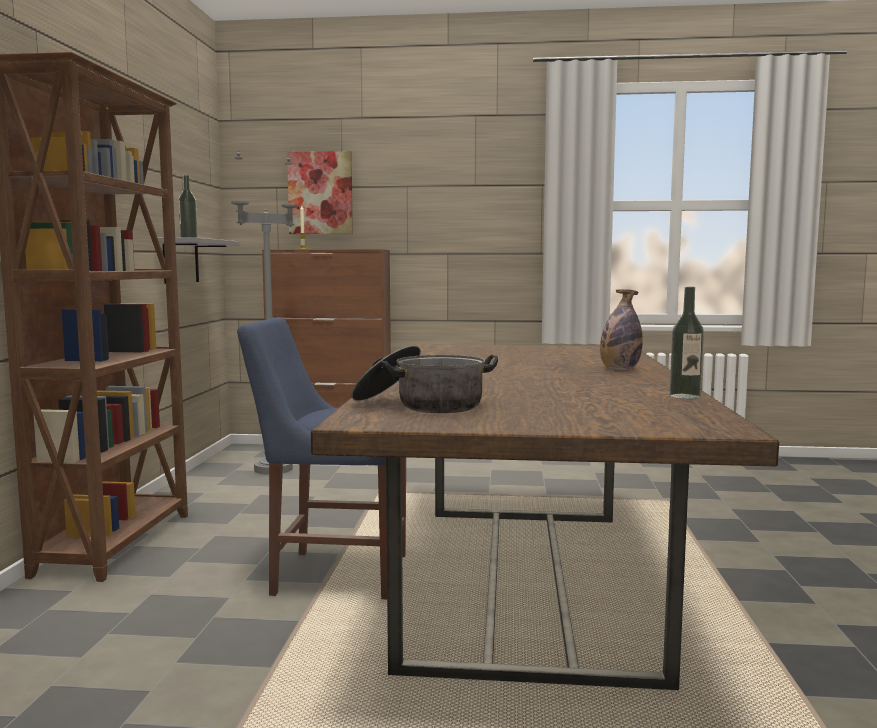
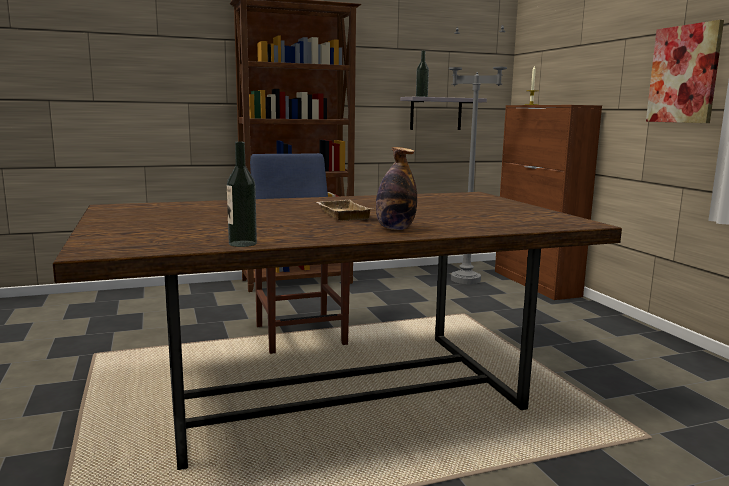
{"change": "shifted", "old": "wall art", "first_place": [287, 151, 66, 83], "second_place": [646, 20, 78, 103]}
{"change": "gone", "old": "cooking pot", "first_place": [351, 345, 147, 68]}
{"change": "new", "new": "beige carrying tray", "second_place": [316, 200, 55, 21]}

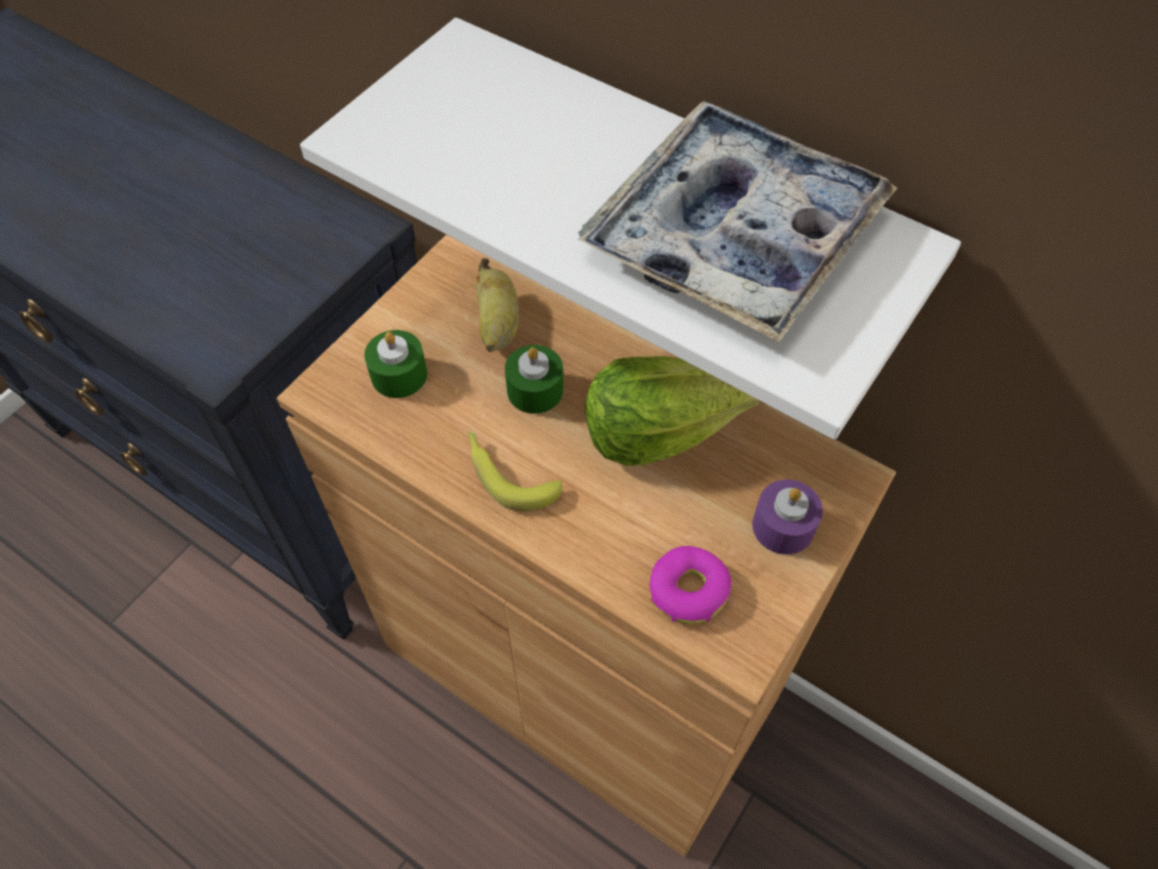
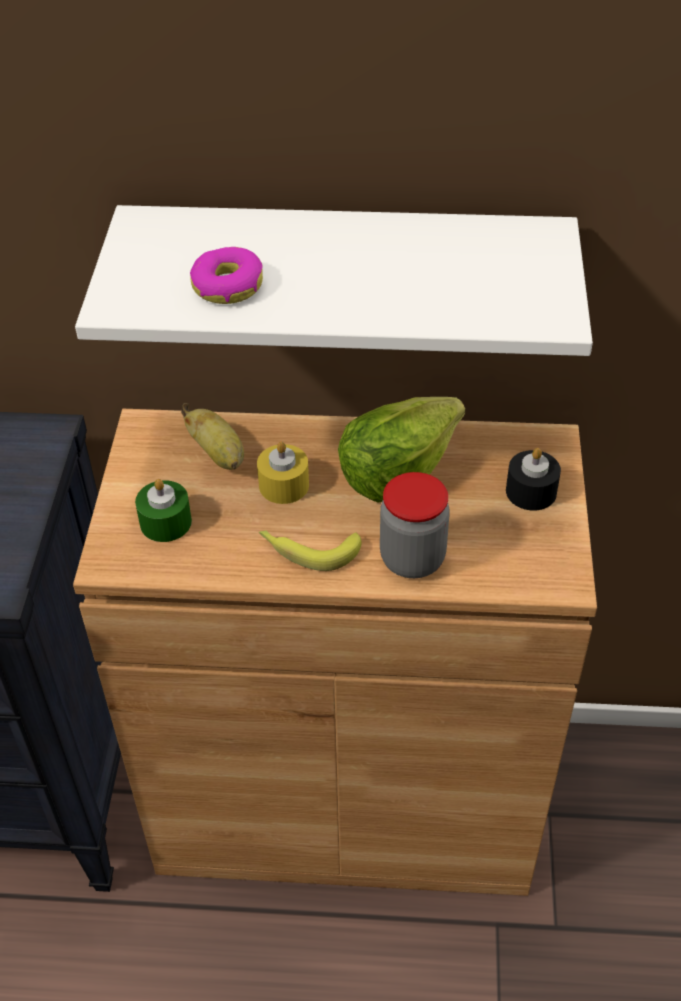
{"change": "repainted", "old": "green wax candle", "new": "yellow wax candle", "first_place": [505, 345, 59, 69], "second_place": [257, 441, 52, 63]}
{"change": "gone", "old": "carrying tray", "first_place": [578, 101, 320, 241]}
{"change": "shifted", "old": "ring doughnut", "first_place": [650, 546, 82, 78], "second_place": [190, 247, 73, 57]}
{"change": "repainted", "old": "purplish wax candle", "new": "black wax candle", "first_place": [752, 479, 71, 75], "second_place": [506, 448, 55, 63]}
{"change": "new", "new": "storage jar", "second_place": [380, 472, 70, 106]}

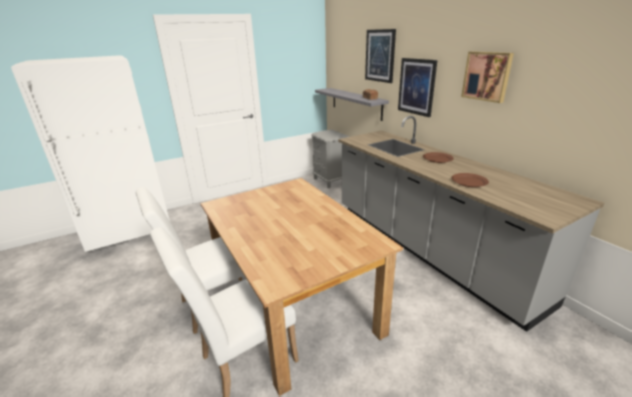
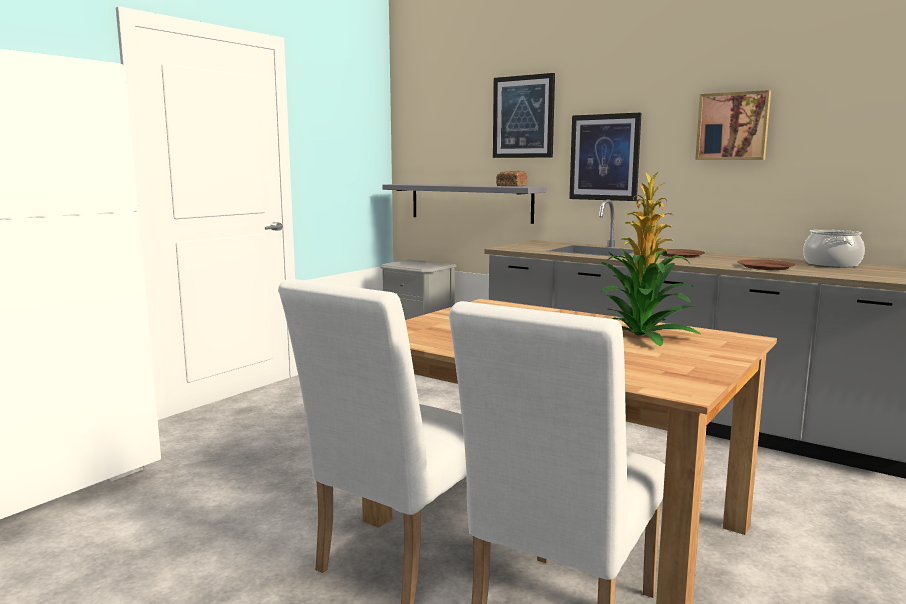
{"change": "new", "new": "houseplant", "second_place": [601, 171, 101, 176]}
{"change": "new", "new": "cooking pot", "second_place": [803, 230, 62, 37]}

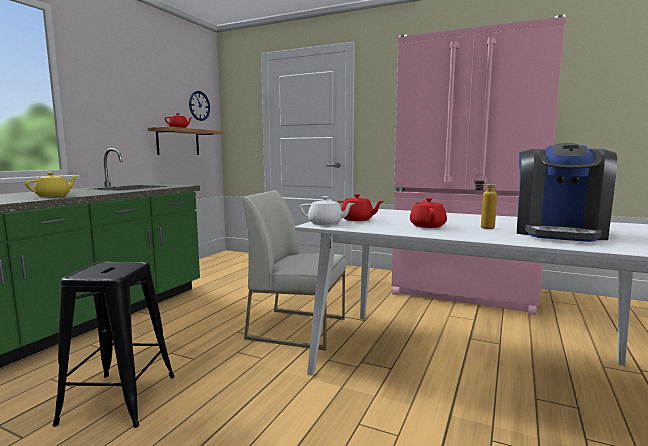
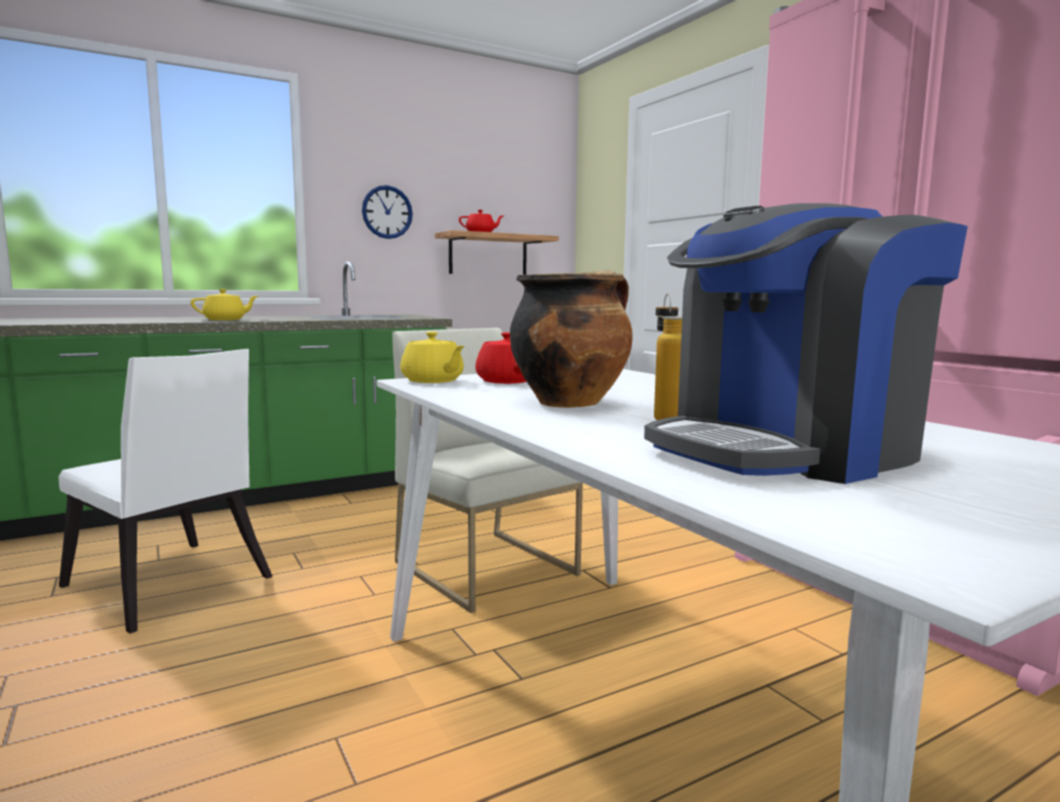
{"change": "swapped", "old": "black sitting stool", "new": "white upright chair", "first_place": [53, 261, 122, 167], "second_place": [59, 349, 214, 285]}
{"change": "shifted", "old": "hanging clock", "first_place": [189, 91, 21, 30], "second_place": [362, 185, 51, 54]}
{"change": "repainted", "old": "white tea pot", "new": "yellow tea pot", "first_place": [300, 196, 54, 29], "second_place": [400, 332, 65, 51]}
{"change": "swapped", "old": "red-coloured tea pot", "new": "cooking pot", "first_place": [410, 198, 37, 30], "second_place": [510, 270, 123, 138]}

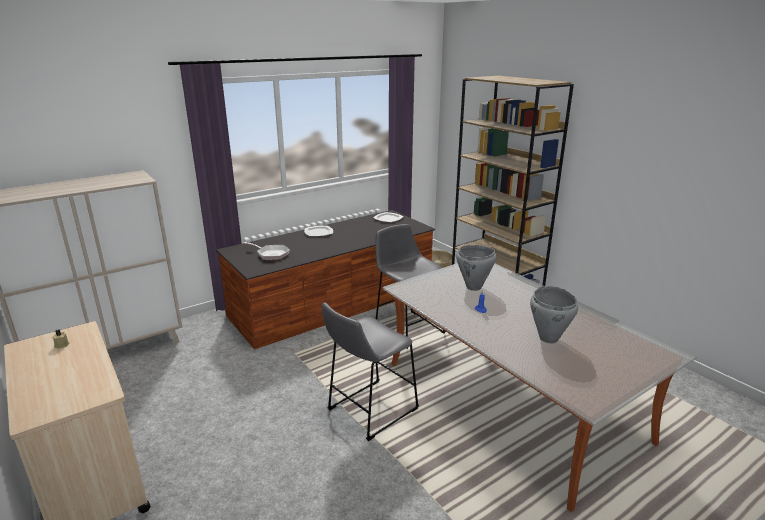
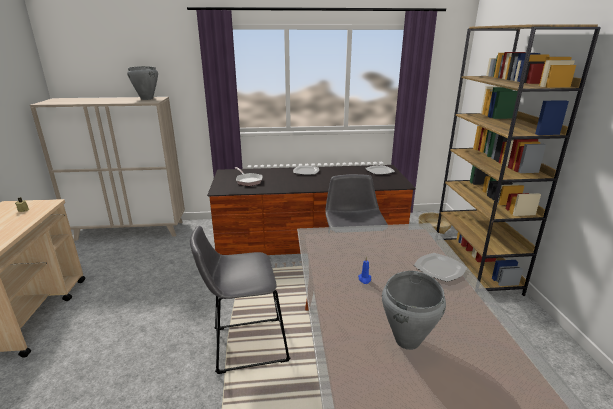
{"change": "shifted", "old": "greyish cooking pot", "first_place": [456, 245, 40, 46], "second_place": [127, 66, 31, 34]}
{"change": "new", "new": "dinner plate", "second_place": [414, 253, 53, 29]}

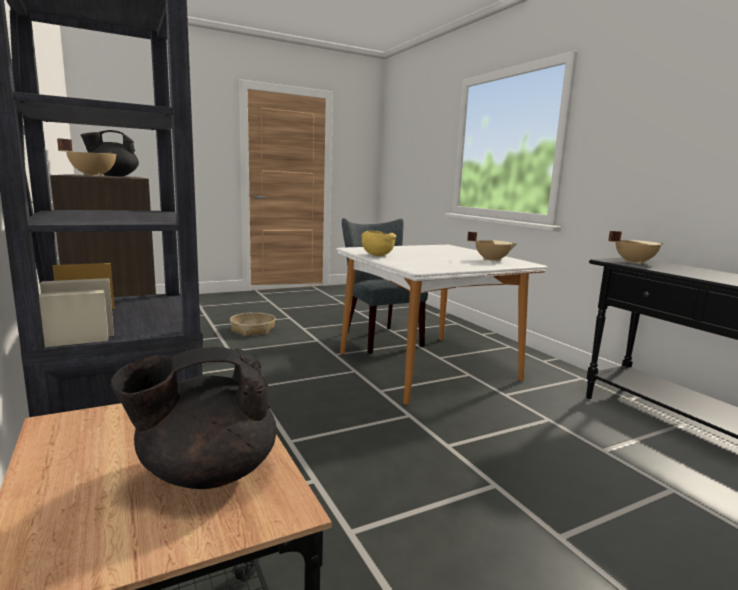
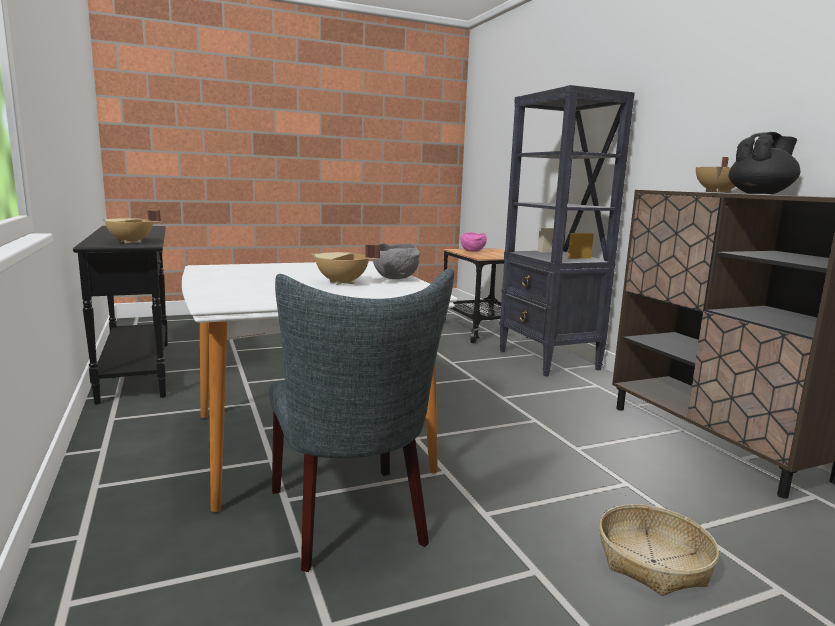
{"change": "swapped", "old": "black tea pot", "new": "pinkish deep dish", "first_place": [111, 347, 165, 142], "second_place": [461, 232, 26, 20]}
{"change": "repainted", "old": "yellow deep dish", "new": "greyish deep dish", "first_place": [361, 231, 35, 25], "second_place": [373, 243, 47, 36]}
{"change": "shifted", "old": "beige cooking pot", "first_place": [467, 232, 50, 30], "second_place": [311, 244, 69, 41]}

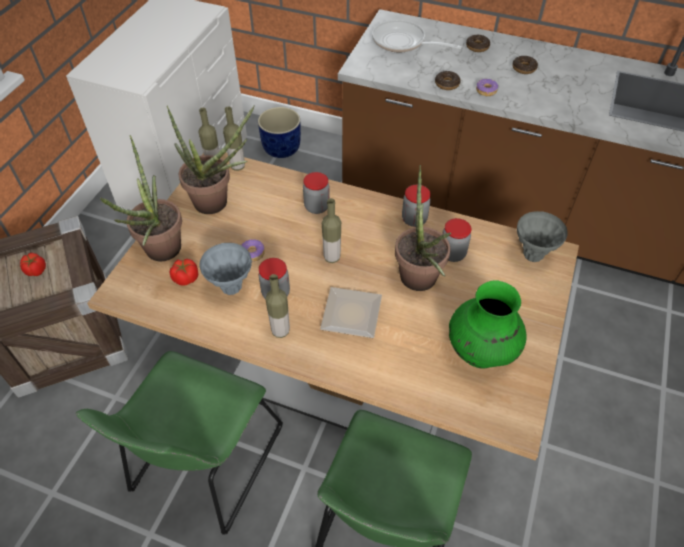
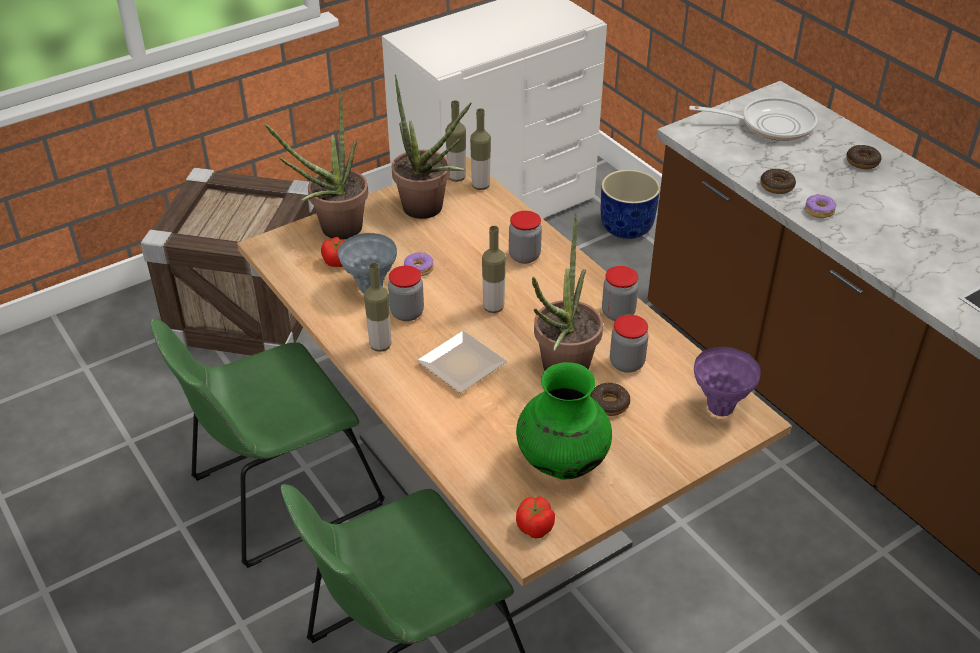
{"change": "shifted", "old": "fresh tomato", "first_place": [20, 253, 26, 23], "second_place": [516, 496, 39, 42]}
{"change": "rotated", "old": "pan", "first_place": [372, 20, 90, 33], "second_place": [689, 97, 128, 44], "degrees": 120}
{"change": "shifted", "old": "ring doughnut", "first_place": [512, 56, 26, 18], "second_place": [590, 383, 40, 33]}
{"change": "repainted", "old": "greyish decorative vase", "new": "purplish decorative vase", "first_place": [517, 211, 51, 51], "second_place": [694, 347, 67, 69]}

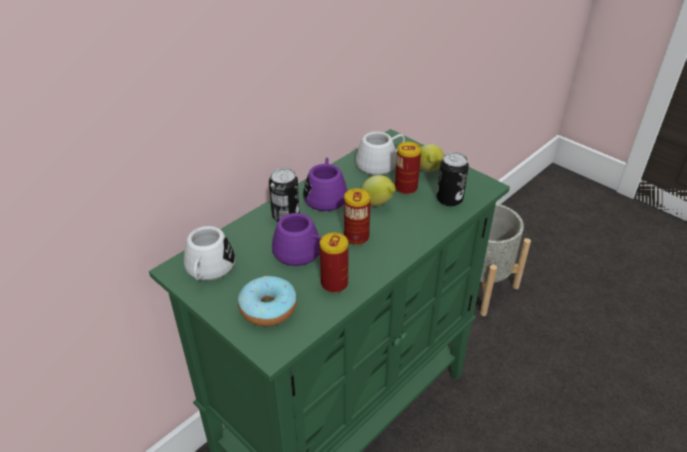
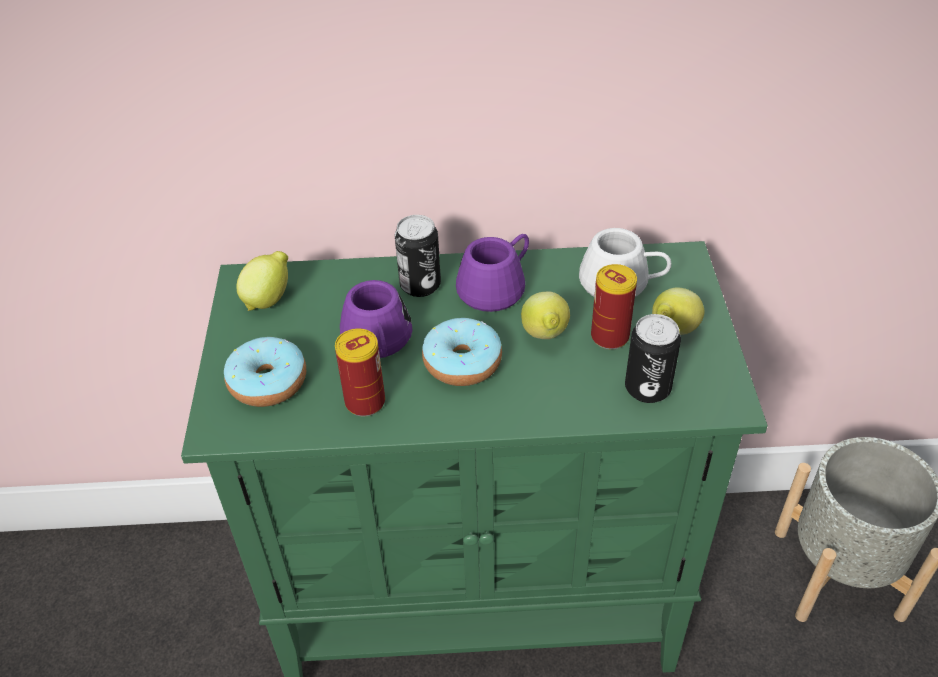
{"change": "swapped", "old": "white tea mug", "new": "lemon", "first_place": [184, 226, 51, 54], "second_place": [236, 251, 52, 60]}
{"change": "swapped", "old": "sealed can", "new": "ring doughnut", "first_place": [344, 188, 27, 57], "second_place": [422, 318, 80, 68]}

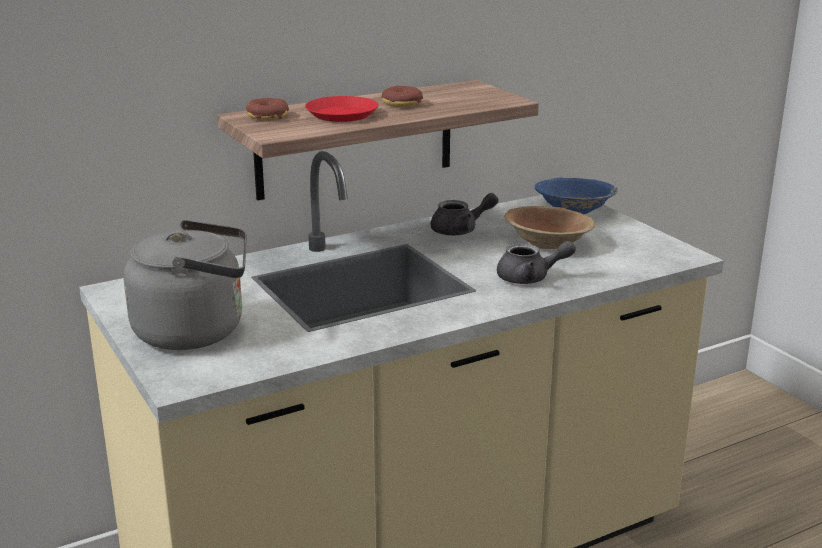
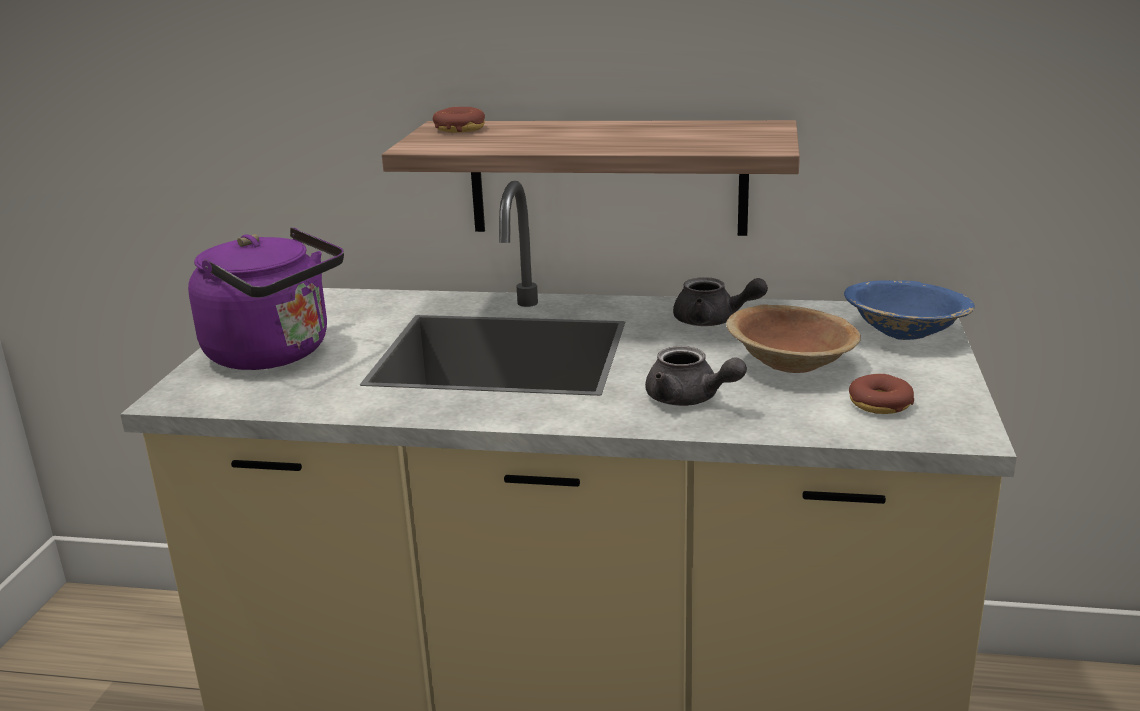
{"change": "repainted", "old": "greyish tea kettle", "new": "purplish tea kettle", "first_place": [124, 220, 123, 130], "second_place": [188, 227, 156, 143]}
{"change": "gone", "old": "red-coloured dinner plate", "first_place": [305, 96, 73, 26]}
{"change": "shifted", "old": "ring doughnut", "first_place": [382, 86, 41, 21], "second_place": [849, 374, 65, 40]}

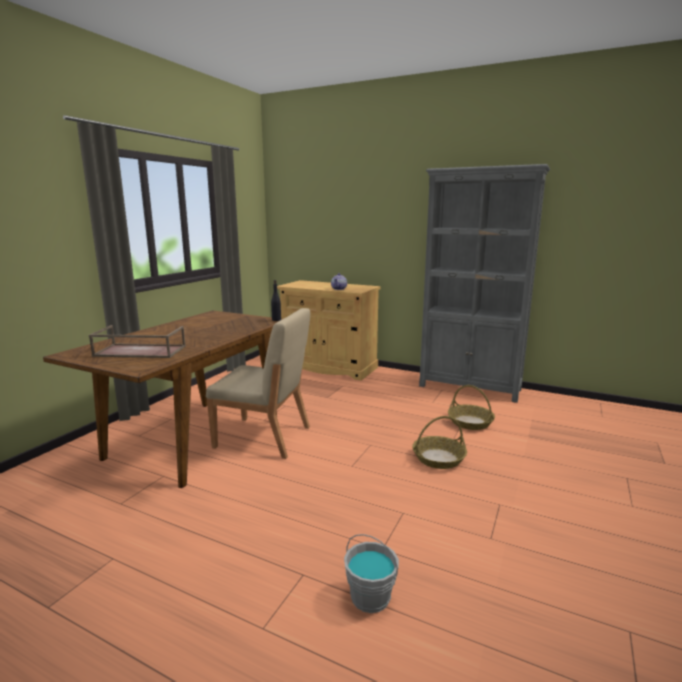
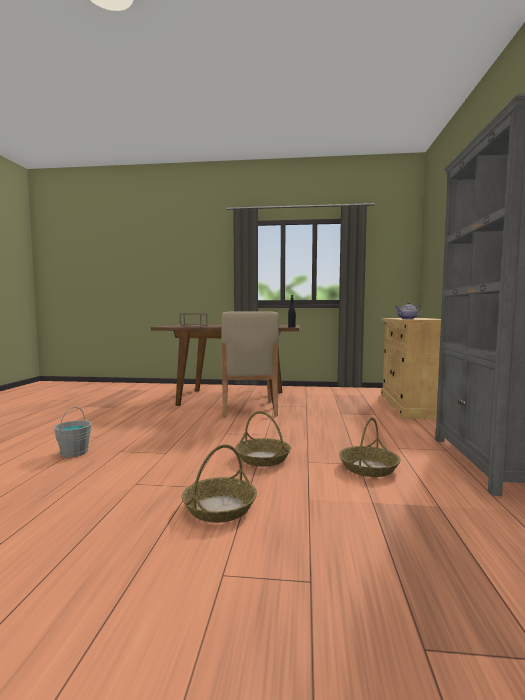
{"change": "new", "new": "storage basket", "second_place": [182, 444, 75, 79]}

